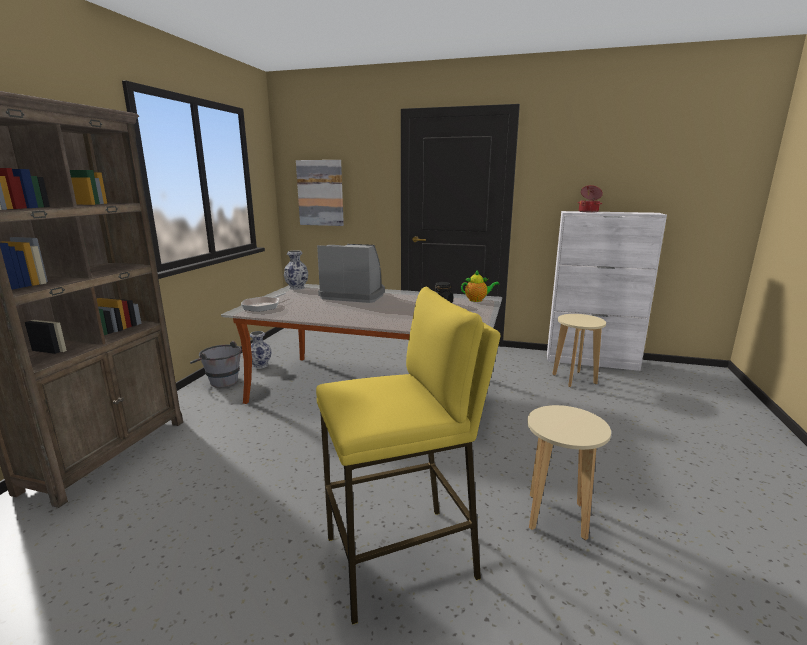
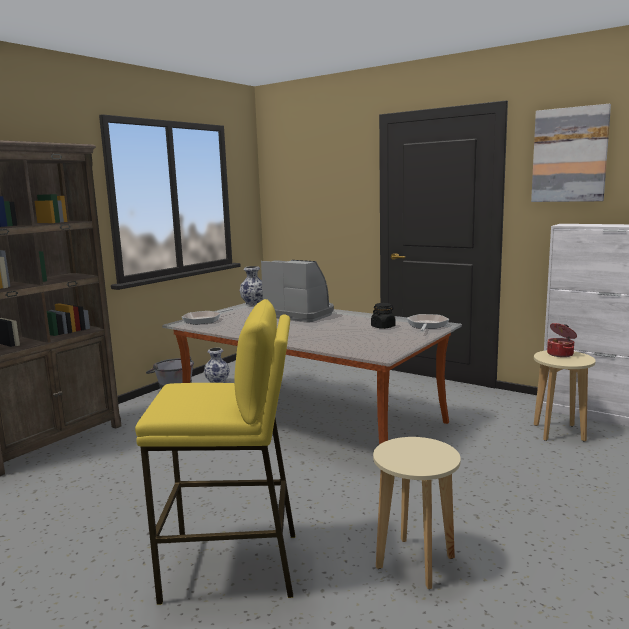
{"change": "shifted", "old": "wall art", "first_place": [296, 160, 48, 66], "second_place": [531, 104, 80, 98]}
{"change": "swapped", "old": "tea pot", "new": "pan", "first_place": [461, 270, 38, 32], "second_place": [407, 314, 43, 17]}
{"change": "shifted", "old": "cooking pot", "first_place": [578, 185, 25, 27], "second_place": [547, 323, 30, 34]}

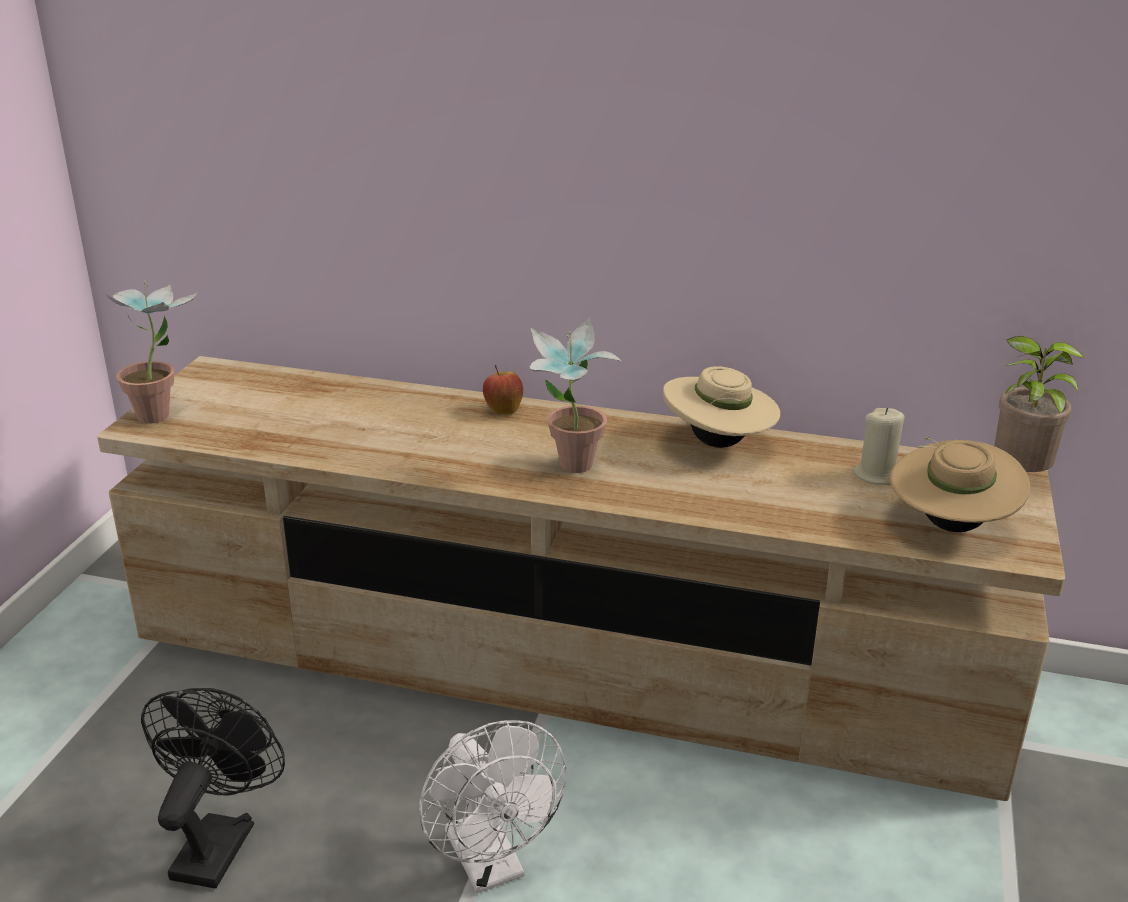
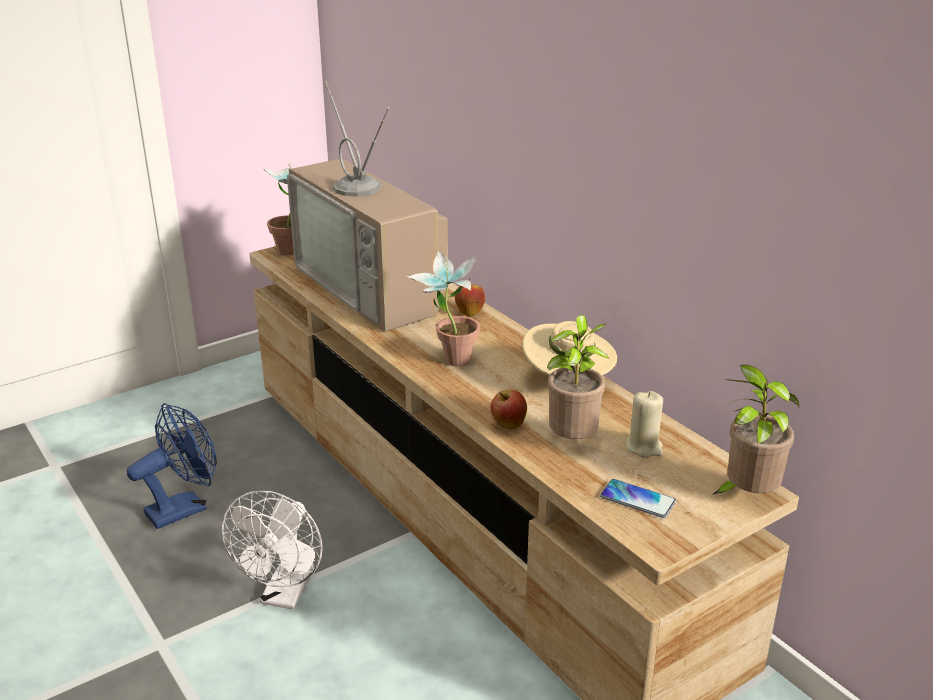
{"change": "repainted", "old": "black cooling fan", "new": "blue-coloured cooling fan", "first_place": [141, 688, 144, 200], "second_place": [127, 403, 90, 126]}
{"change": "swapped", "old": "beige clothing hat", "new": "handset", "first_place": [890, 437, 140, 95], "second_place": [600, 479, 76, 39]}
{"change": "new", "new": "television", "second_place": [287, 81, 161, 251]}
{"change": "new", "new": "apple fruit", "second_place": [491, 390, 36, 40]}
{"change": "new", "new": "houseplant", "second_place": [547, 315, 62, 124]}

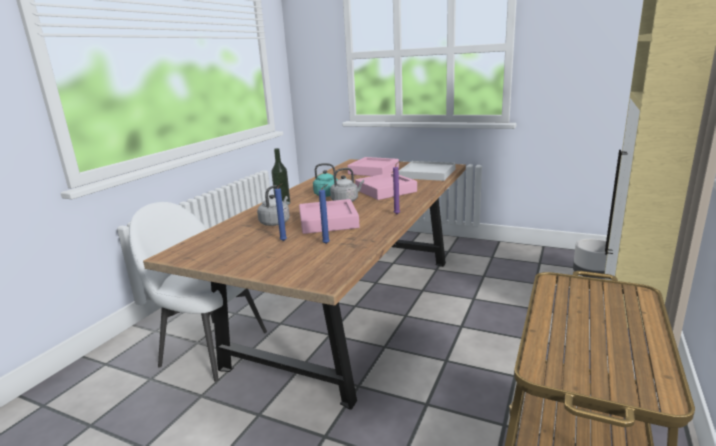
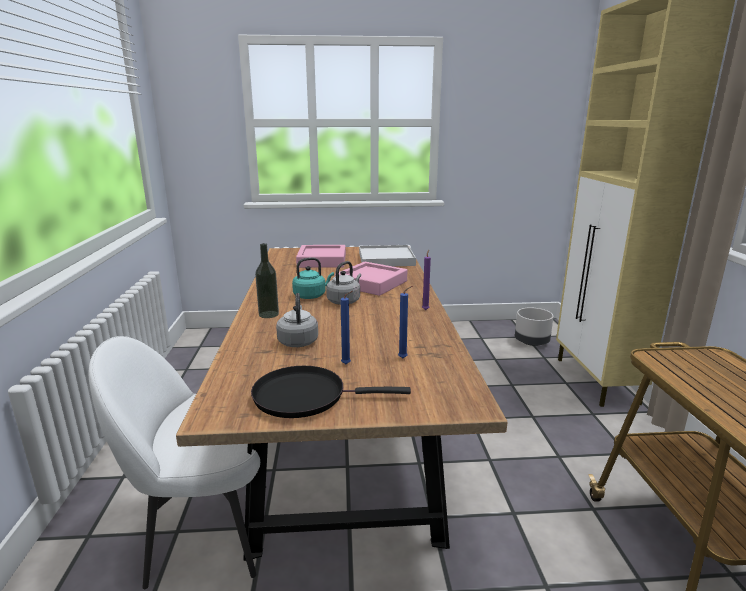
{"change": "gone", "old": "pinkish carrying tray", "first_place": [299, 199, 61, 35]}
{"change": "new", "new": "black pan", "second_place": [251, 366, 160, 52]}

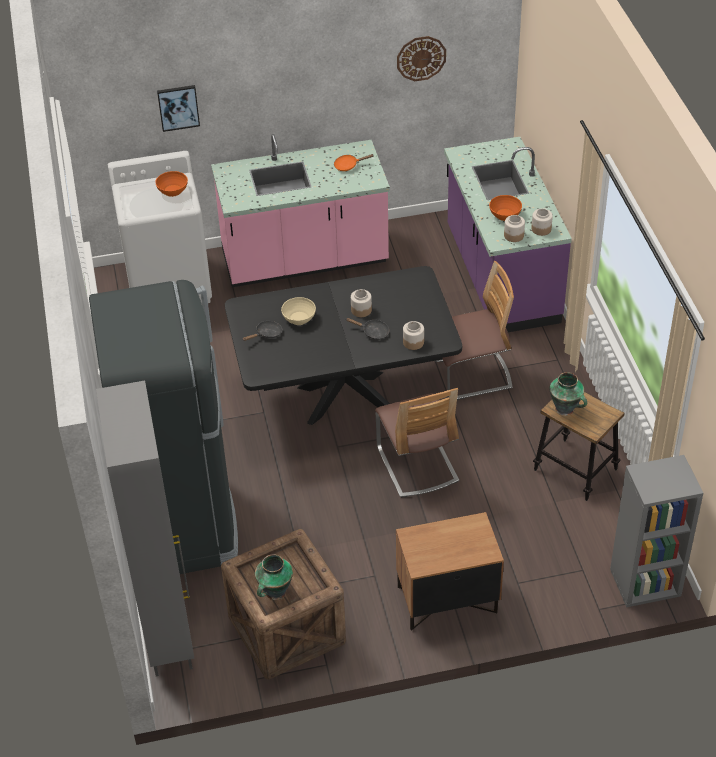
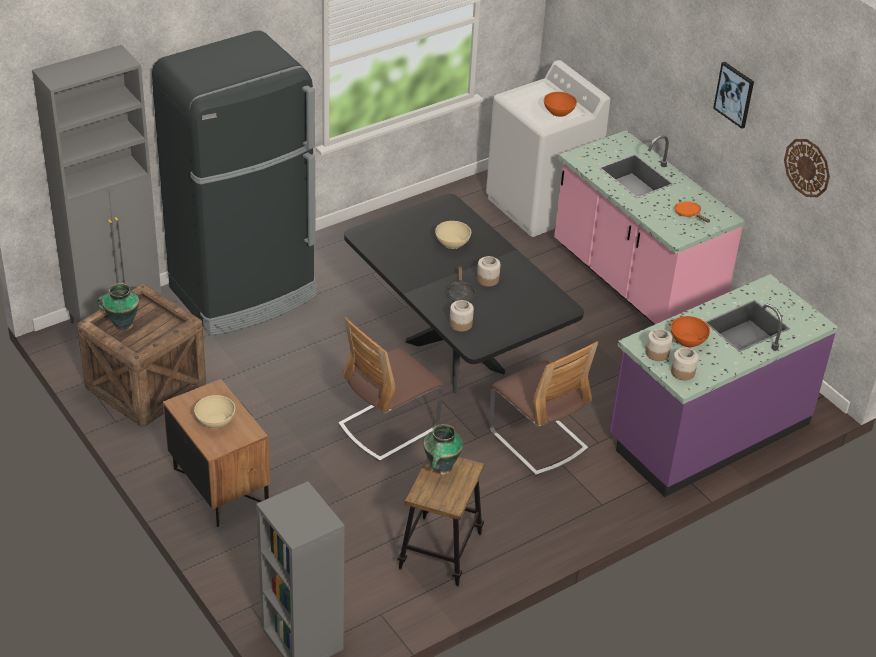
{"change": "shifted", "old": "wall art", "first_place": [157, 85, 43, 47], "second_place": [713, 62, 41, 67]}
{"change": "gone", "old": "black pan", "first_place": [242, 321, 40, 20]}
{"change": "new", "new": "beige deep dish", "second_place": [194, 395, 41, 33]}

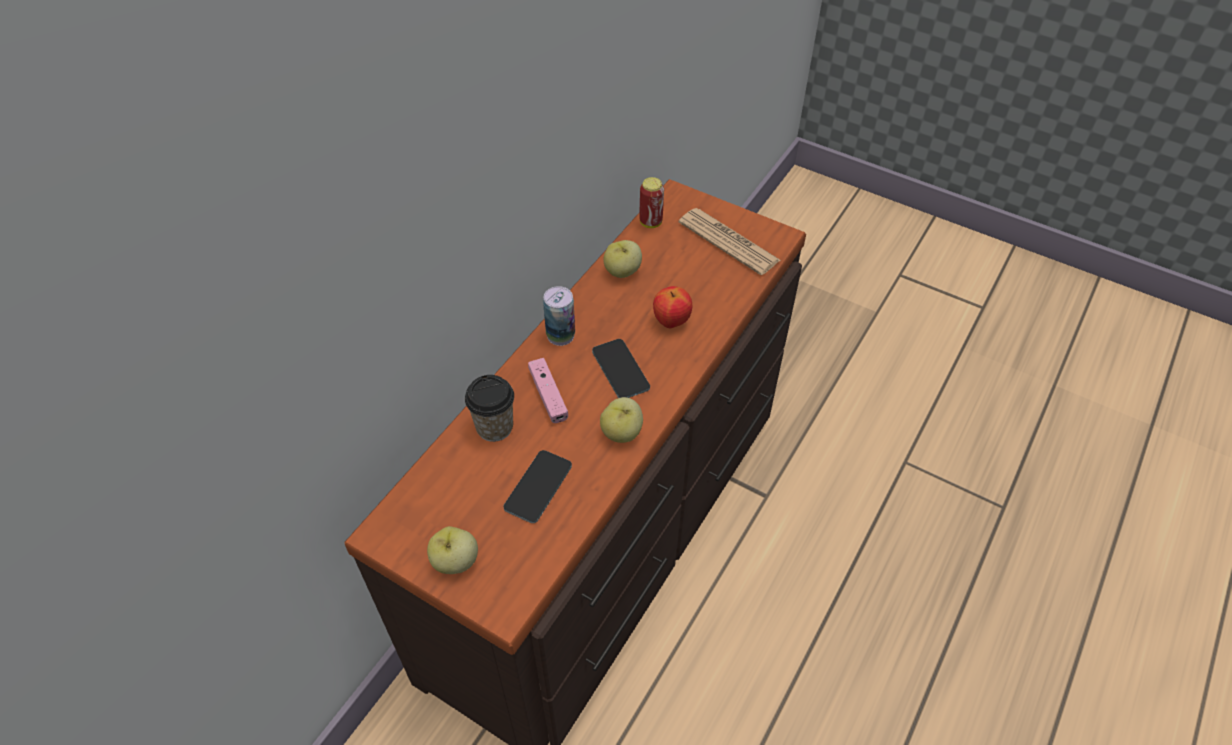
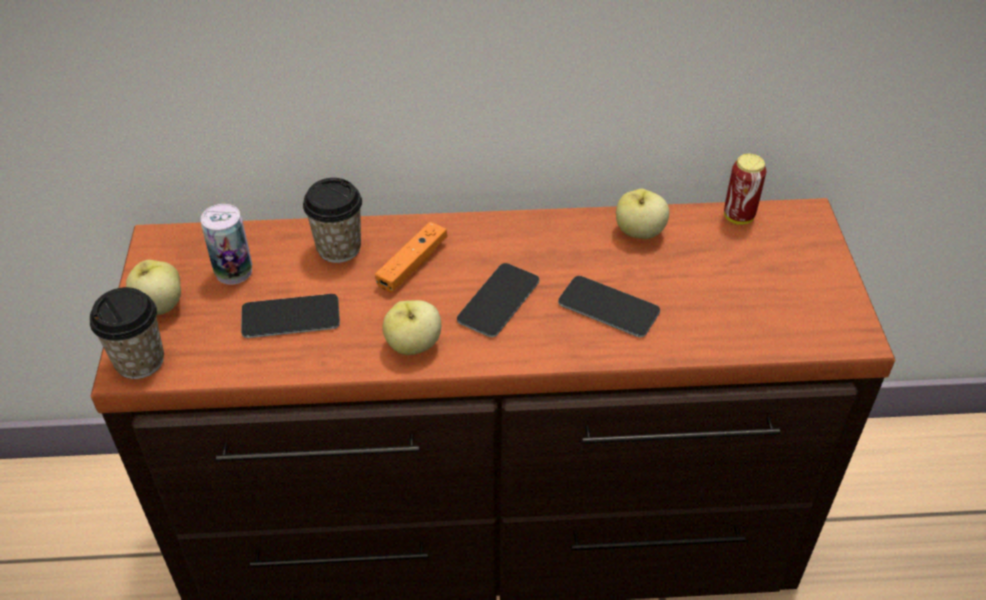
{"change": "repainted", "old": "pinkish joypad", "new": "orange joypad", "first_place": [528, 358, 40, 65], "second_place": [375, 222, 72, 71]}
{"change": "shifted", "old": "sealed can", "first_place": [543, 286, 32, 60], "second_place": [201, 204, 51, 81]}
{"change": "swapped", "old": "apple fruit", "new": "handset", "first_place": [653, 286, 39, 42], "second_place": [558, 276, 102, 61]}
{"change": "gone", "old": "daily paper", "first_place": [679, 208, 102, 67]}
{"change": "new", "new": "drinking cup", "second_place": [90, 287, 74, 92]}

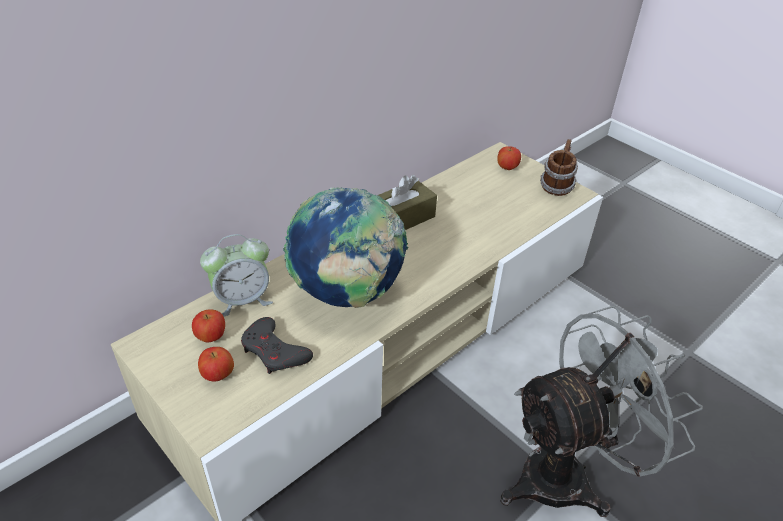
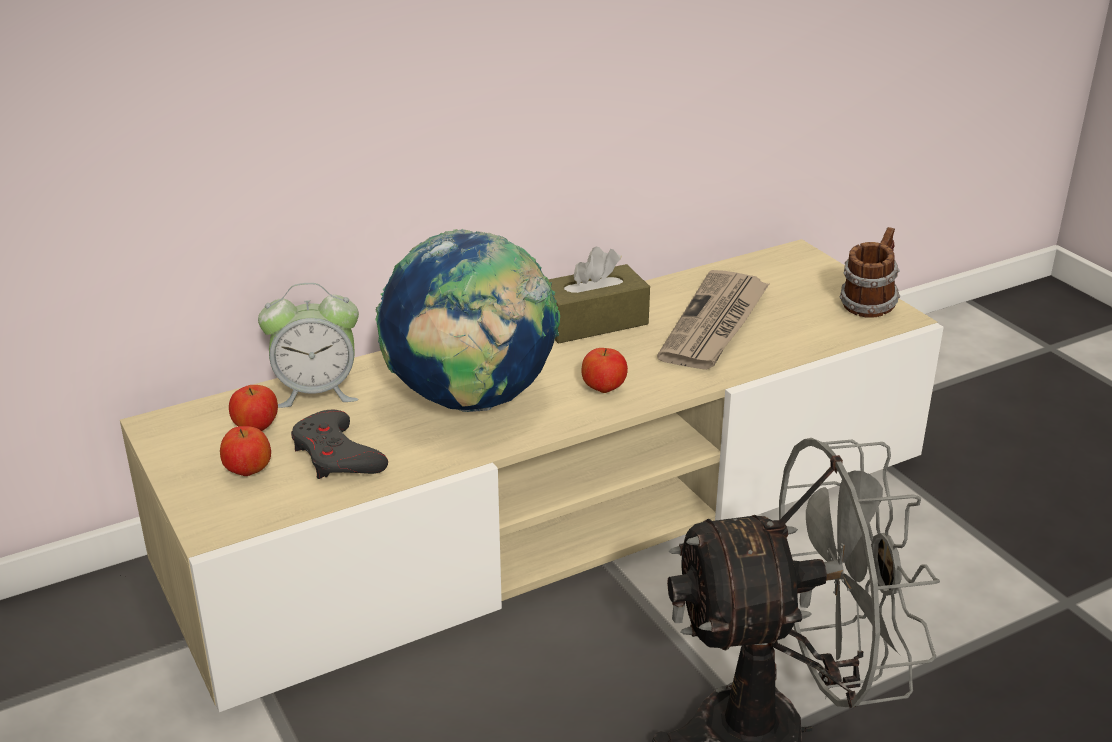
{"change": "shifted", "old": "apple fruit", "first_place": [497, 146, 24, 24], "second_place": [582, 348, 46, 45]}
{"change": "new", "new": "daily paper", "second_place": [657, 270, 113, 100]}

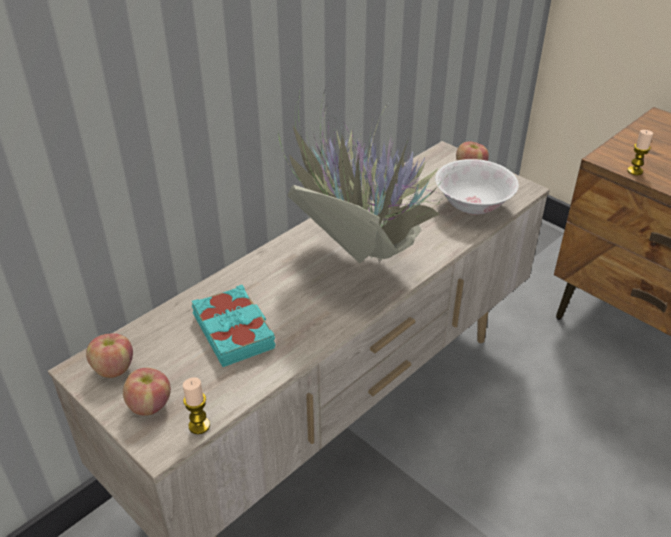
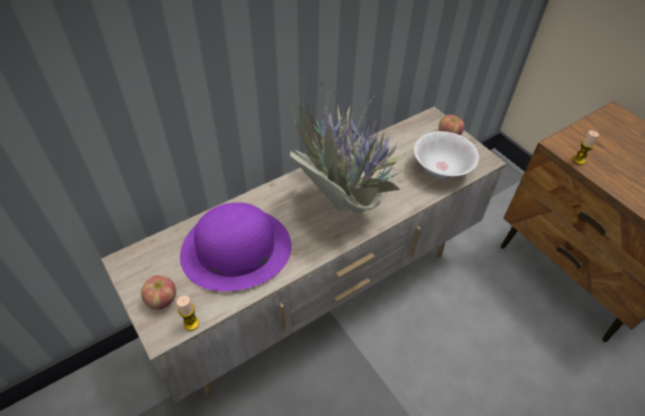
{"change": "gone", "old": "apple fruit", "first_place": [86, 333, 47, 45]}
{"change": "swapped", "old": "turquoise-coloured volume", "new": "purplish clothing hat", "first_place": [192, 285, 84, 82], "second_place": [180, 202, 111, 89]}

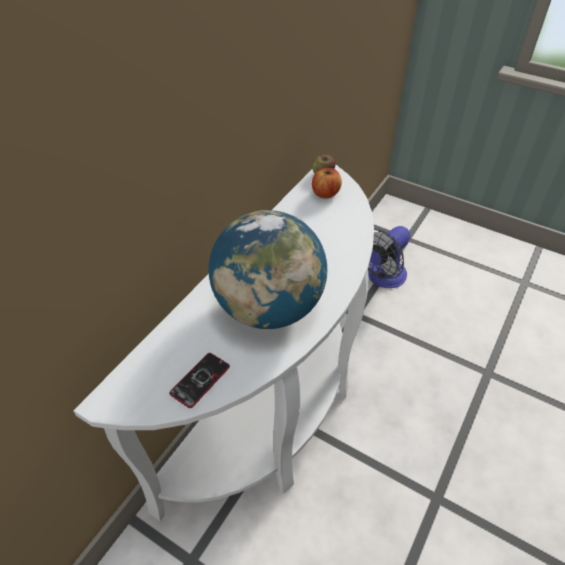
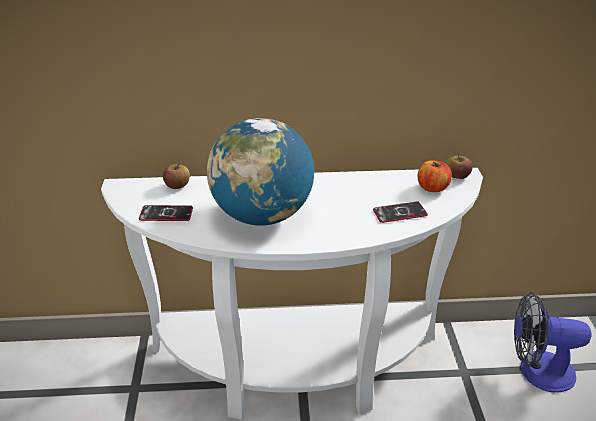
{"change": "new", "new": "apple fruit", "second_place": [163, 164, 27, 25]}
{"change": "new", "new": "handset", "second_place": [373, 202, 55, 21]}

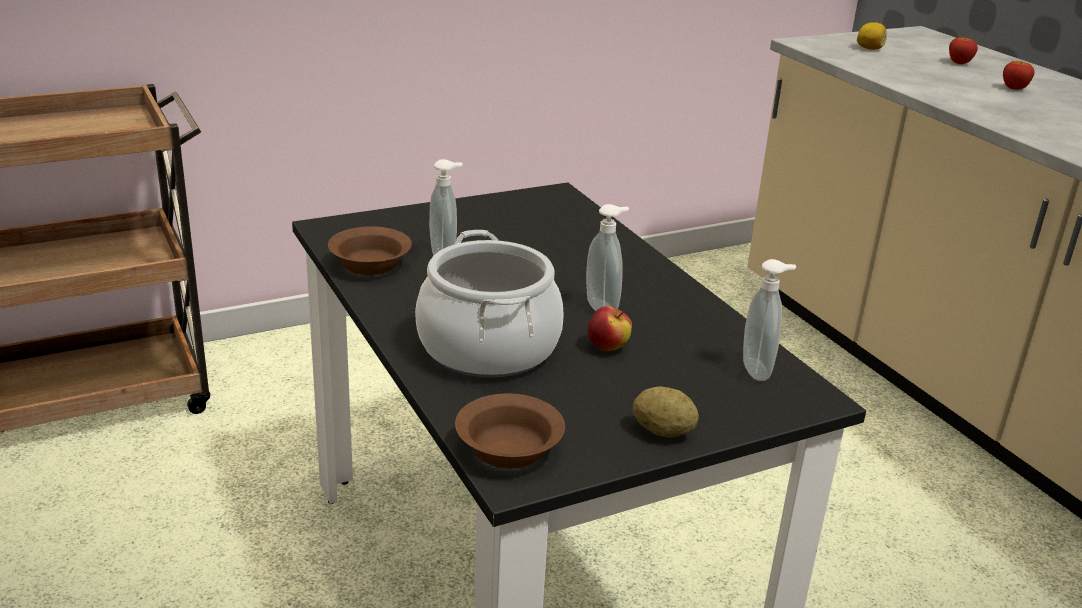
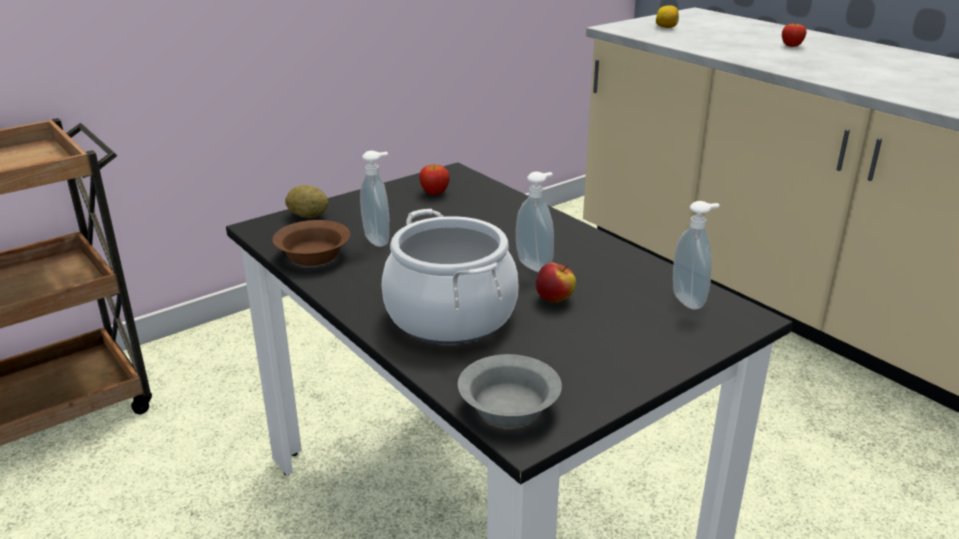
{"change": "repainted", "old": "brown-coloured deep dish", "new": "greyish deep dish", "first_place": [455, 393, 110, 76], "second_place": [458, 354, 104, 73]}
{"change": "shifted", "old": "whole potato", "first_place": [633, 387, 66, 50], "second_place": [285, 185, 43, 33]}
{"change": "shifted", "old": "apple fruit", "first_place": [949, 37, 29, 27], "second_place": [419, 165, 31, 30]}

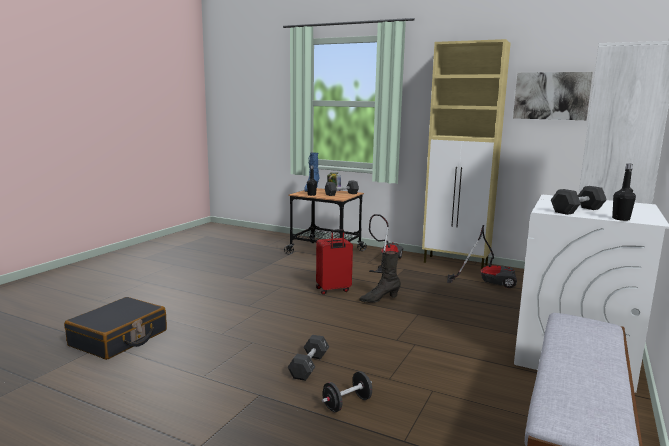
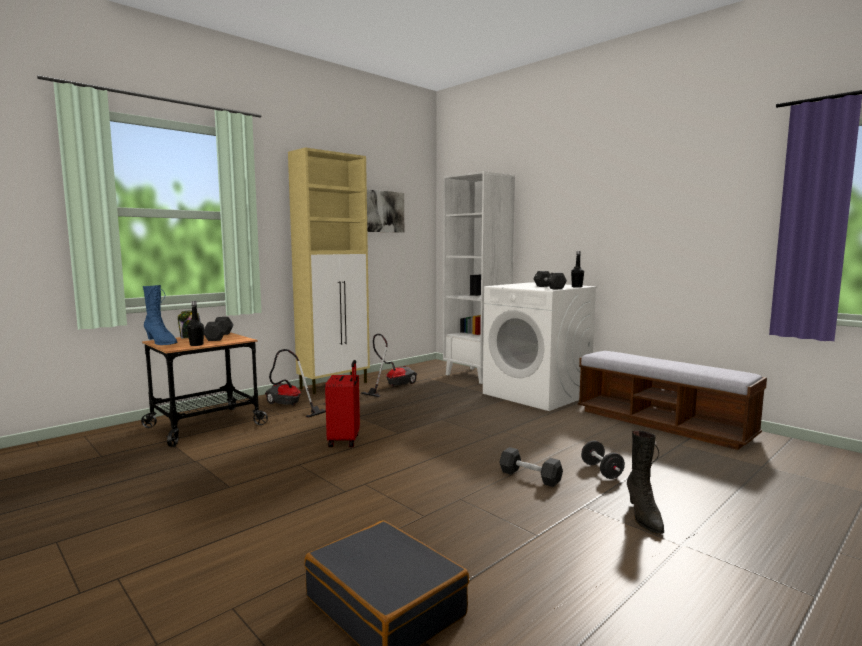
{"change": "shifted", "old": "black tall boot", "first_place": [359, 251, 42, 52], "second_place": [627, 430, 37, 104]}

